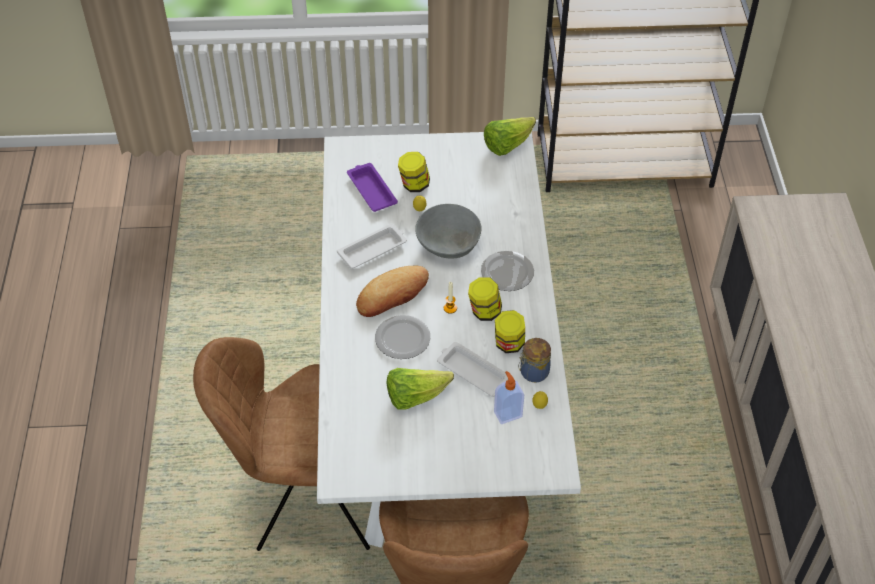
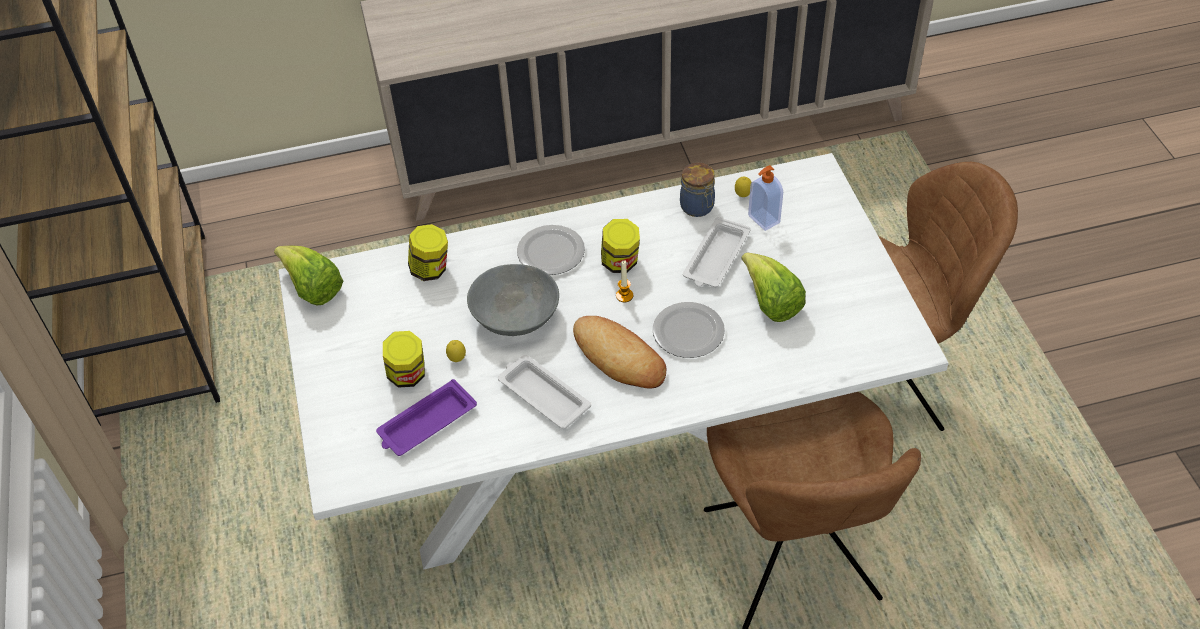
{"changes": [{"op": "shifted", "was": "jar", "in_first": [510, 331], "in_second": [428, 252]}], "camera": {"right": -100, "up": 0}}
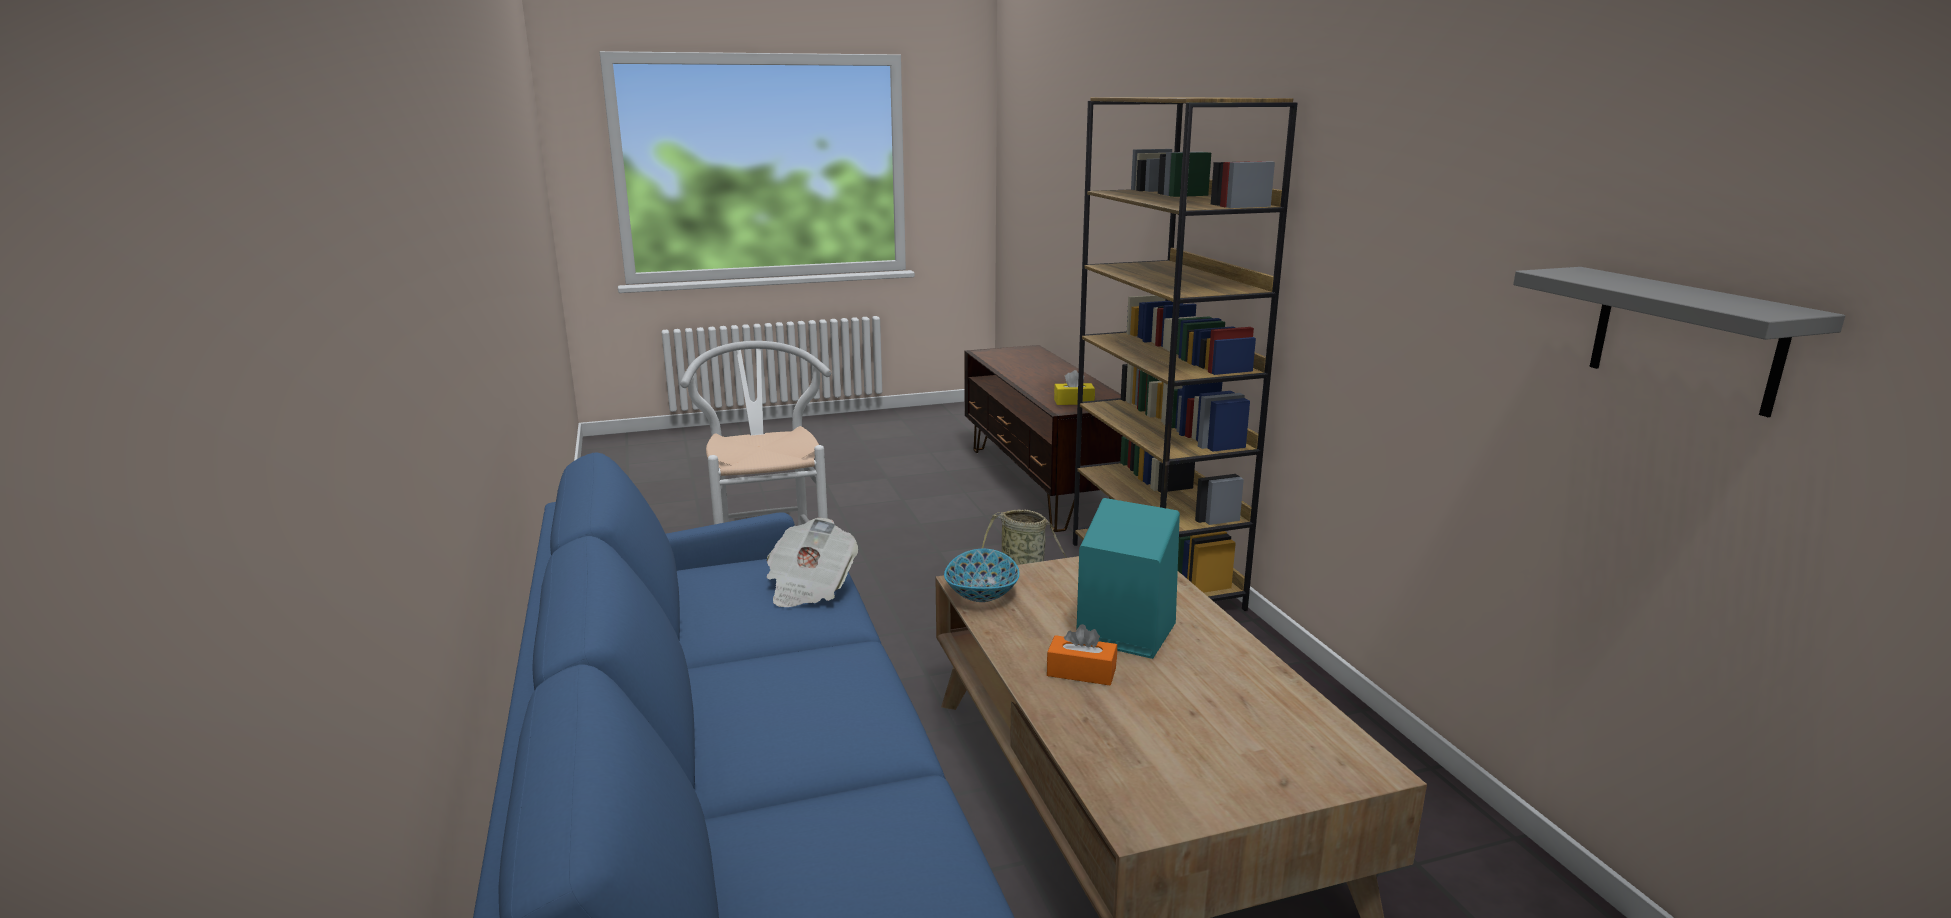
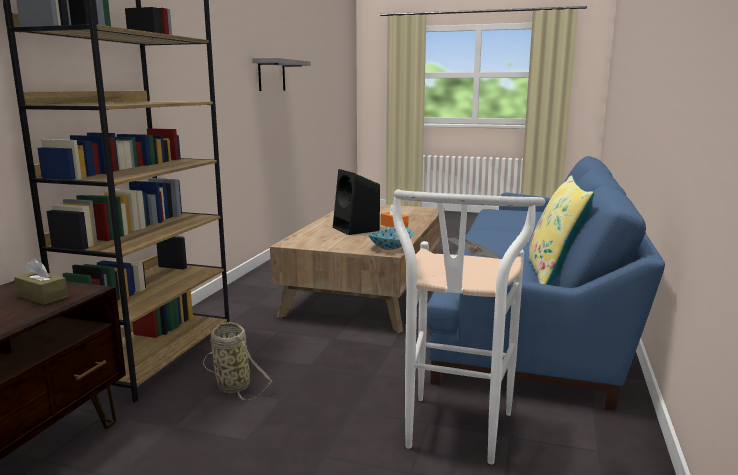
{"changes": [{"op": "repainted", "was": "yellowish tissue box", "now": "brown tissue box", "in_first": [1074, 387], "in_second": [41, 281]}, {"op": "repainted", "was": "blue-green speaker", "now": "blackish speaker", "in_first": [1128, 578], "in_second": [356, 202]}, {"op": "new", "now": "yellowish pillow", "in_second": [561, 230]}], "camera": {"right": -145, "up": -5}}
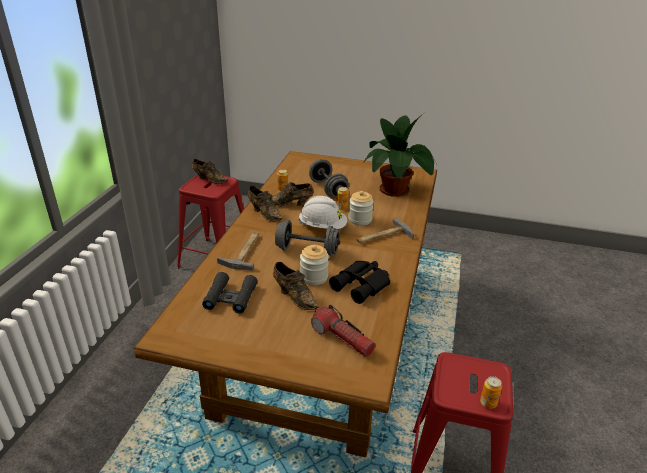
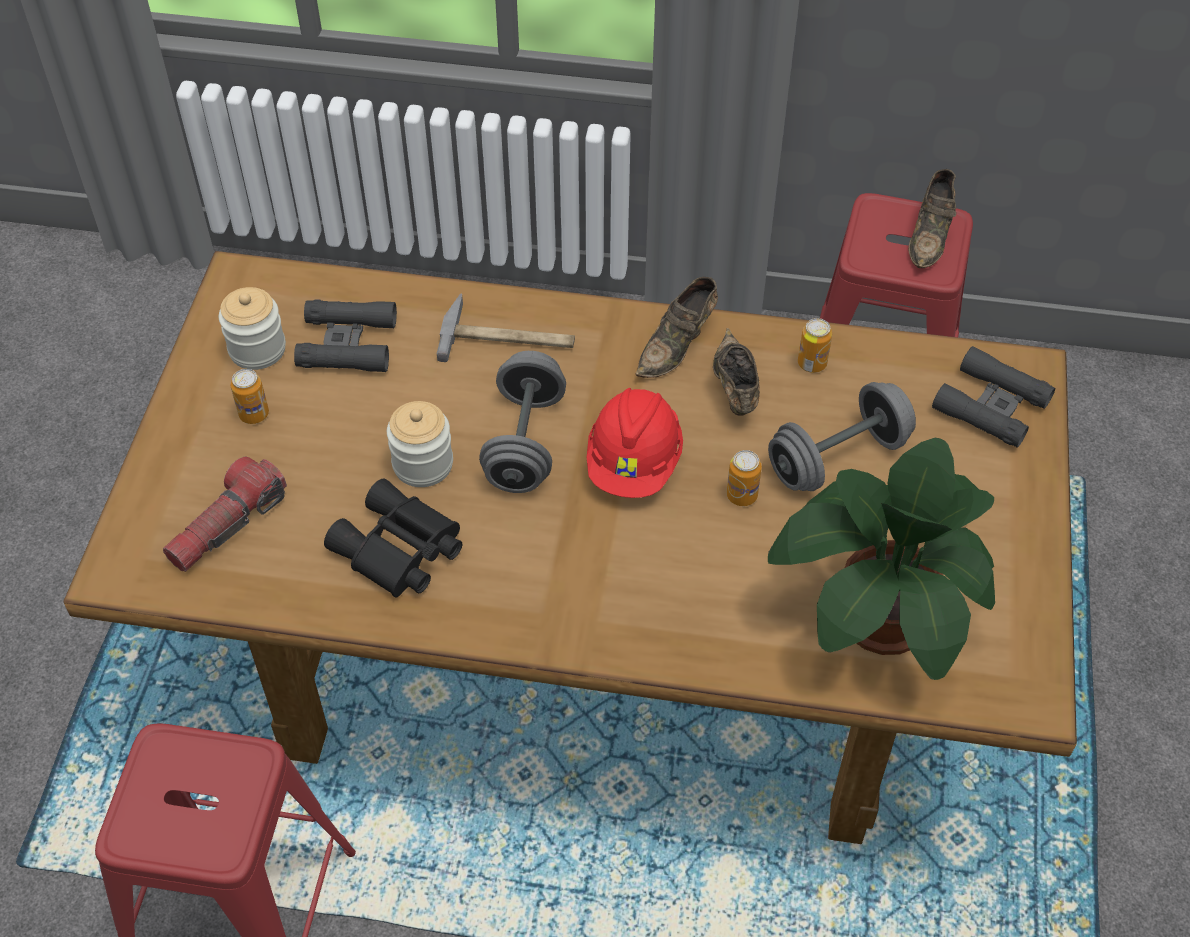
{"changes": [{"op": "shifted", "was": "jar", "in_first": [361, 208], "in_second": [252, 328]}, {"op": "shifted", "was": "sealed can", "in_first": [491, 392], "in_second": [250, 396]}, {"op": "repainted", "was": "whitish work helmet", "now": "reddish work helmet", "in_first": [322, 212], "in_second": [635, 443]}, {"op": "new", "now": "blackish binoculars", "in_second": [993, 397]}, {"op": "gone", "was": "brown shoe", "in_first": [296, 286]}, {"op": "gone", "was": "tool hammer", "in_first": [385, 230]}], "camera": {"right": 85, "up": 20}}
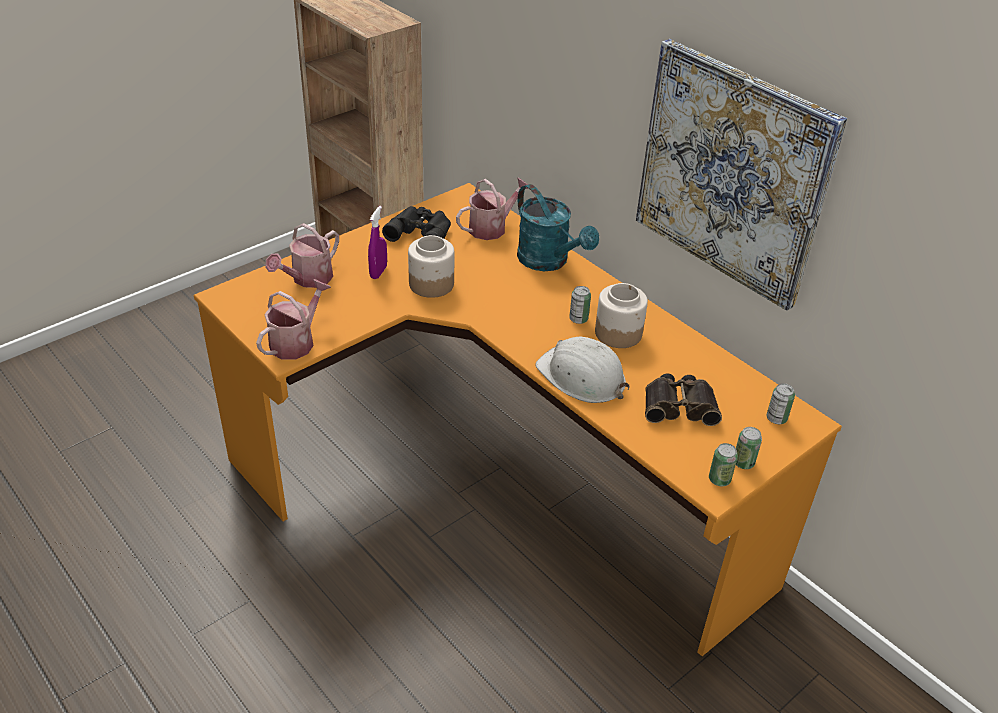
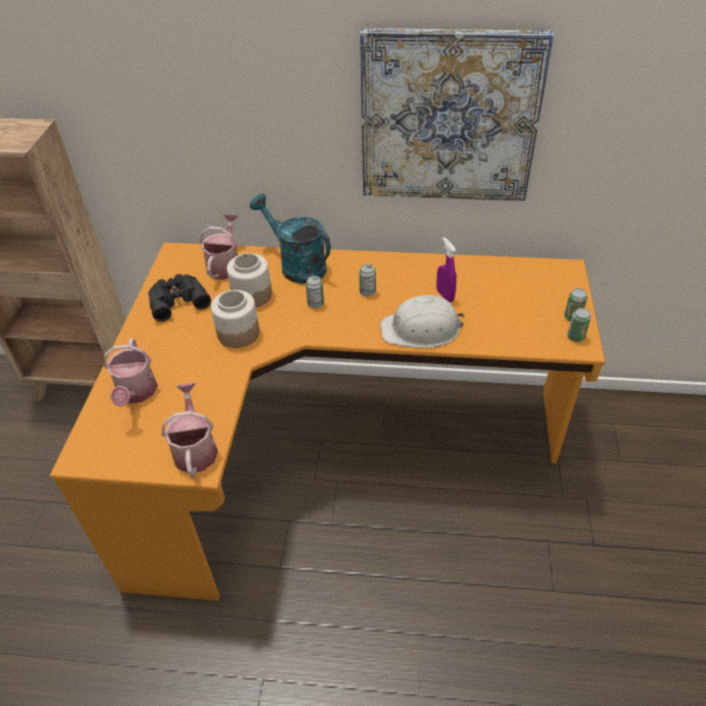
{"changes": [{"op": "shifted", "was": "jar", "in_first": [621, 315], "in_second": [249, 280]}, {"op": "rotated", "was": "blue-green watering pot", "in_first": [558, 227], "in_second": [290, 239], "clockwise": -150}, {"op": "shifted", "was": "sealed can", "in_first": [781, 403], "in_second": [315, 292]}, {"op": "shifted", "was": "purplish sprayer", "in_first": [377, 242], "in_second": [446, 269]}, {"op": "gone", "was": "binoculars", "in_first": [683, 400]}], "camera": {"right": -40, "up": 5}}
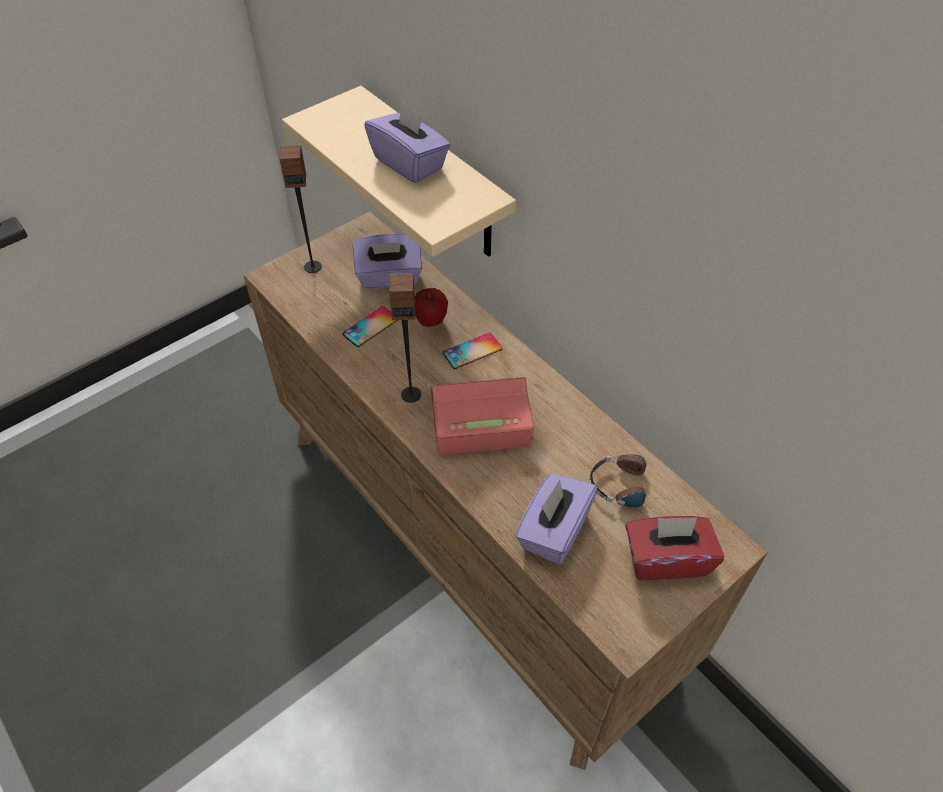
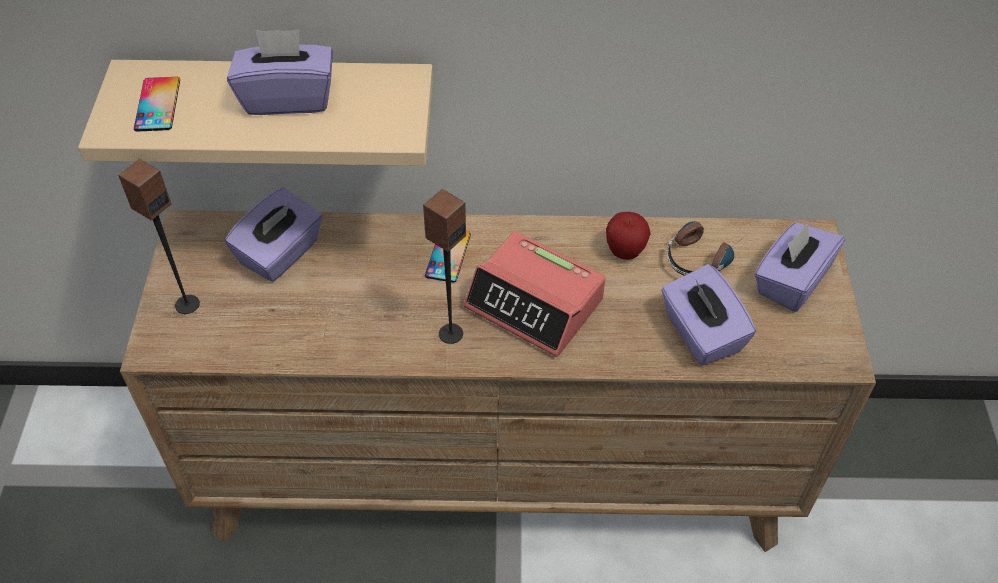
{"changes": [{"op": "shifted", "was": "handset", "in_first": [370, 326], "in_second": [157, 104]}, {"op": "rotated", "was": "alarm clock", "in_first": [482, 416], "in_second": [535, 294], "clockwise": -90}, {"op": "shifted", "was": "apple", "in_first": [431, 307], "in_second": [628, 236]}, {"op": "repainted", "was": "reddish tissue box", "now": "purplish tissue box", "in_first": [674, 548], "in_second": [799, 266]}], "camera": {"right": -50, "up": 0}}
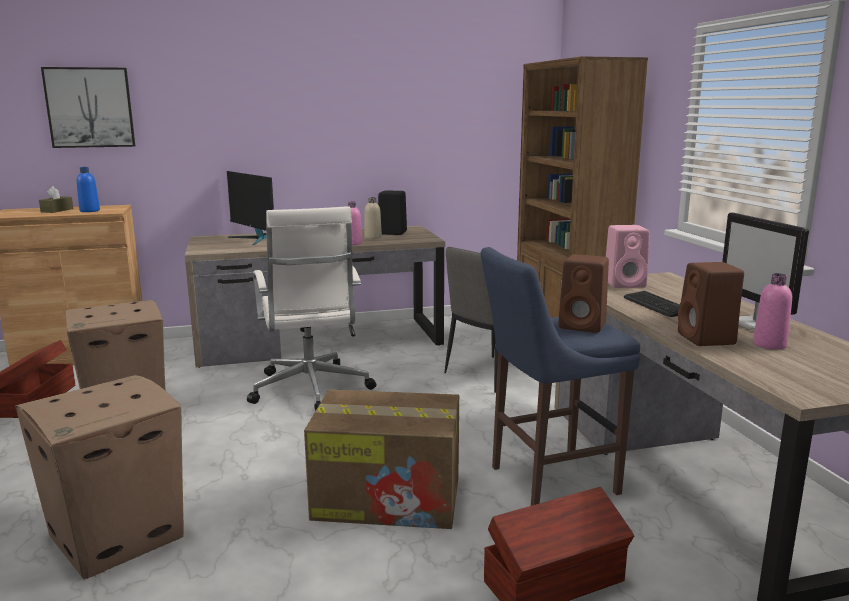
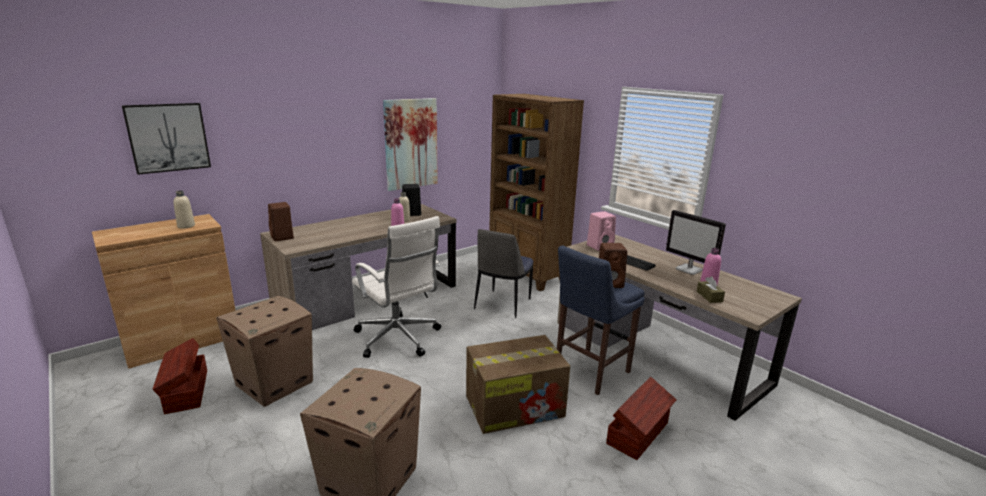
{"changes": [{"op": "repainted", "was": "blue drink bottle", "now": "sand-coloured drink bottle", "in_first": [88, 189], "in_second": [184, 209]}, {"op": "shifted", "was": "brown speaker", "in_first": [711, 304], "in_second": [281, 221]}, {"op": "new", "now": "picture", "in_second": [410, 144]}, {"op": "shifted", "was": "brown tissue box", "in_first": [56, 199], "in_second": [711, 289]}, {"op": "gone", "was": "monitor", "in_first": [250, 208]}], "camera": {"right": -25, "up": 5}}
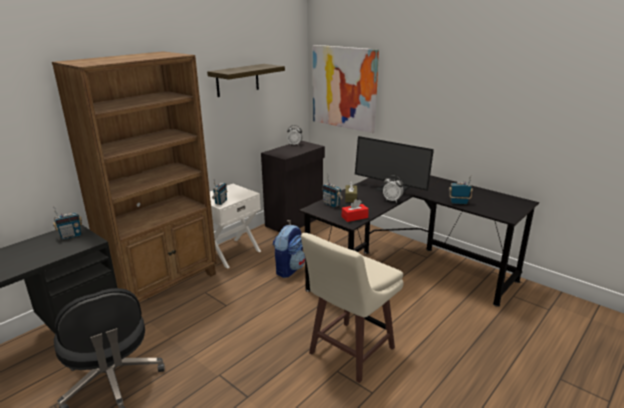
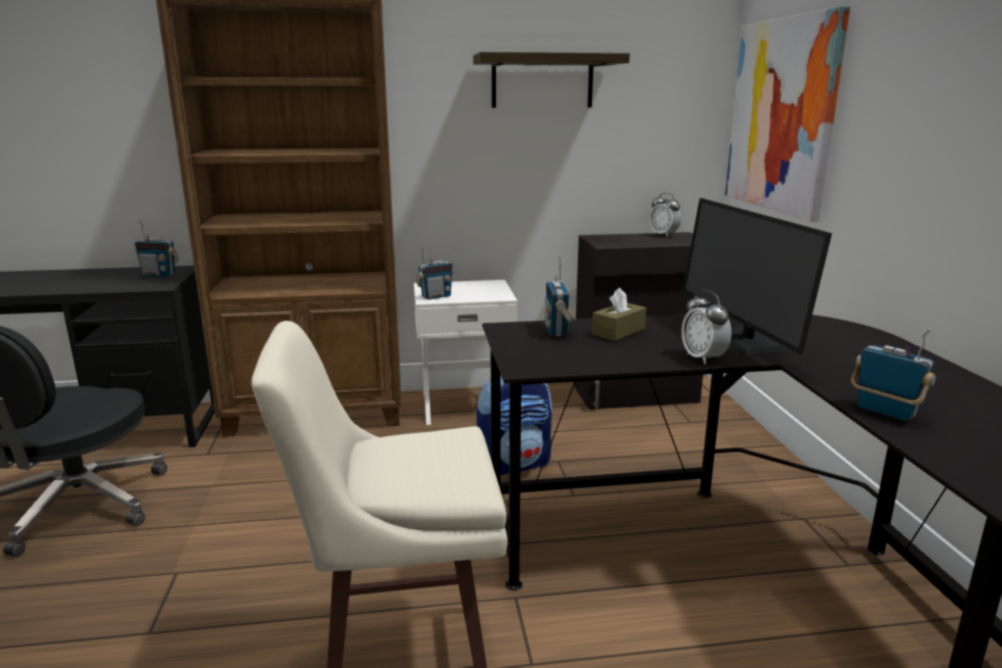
{"changes": [{"op": "gone", "was": "reddish tissue box", "in_first": [355, 210]}], "camera": {"right": 40, "up": -5}}
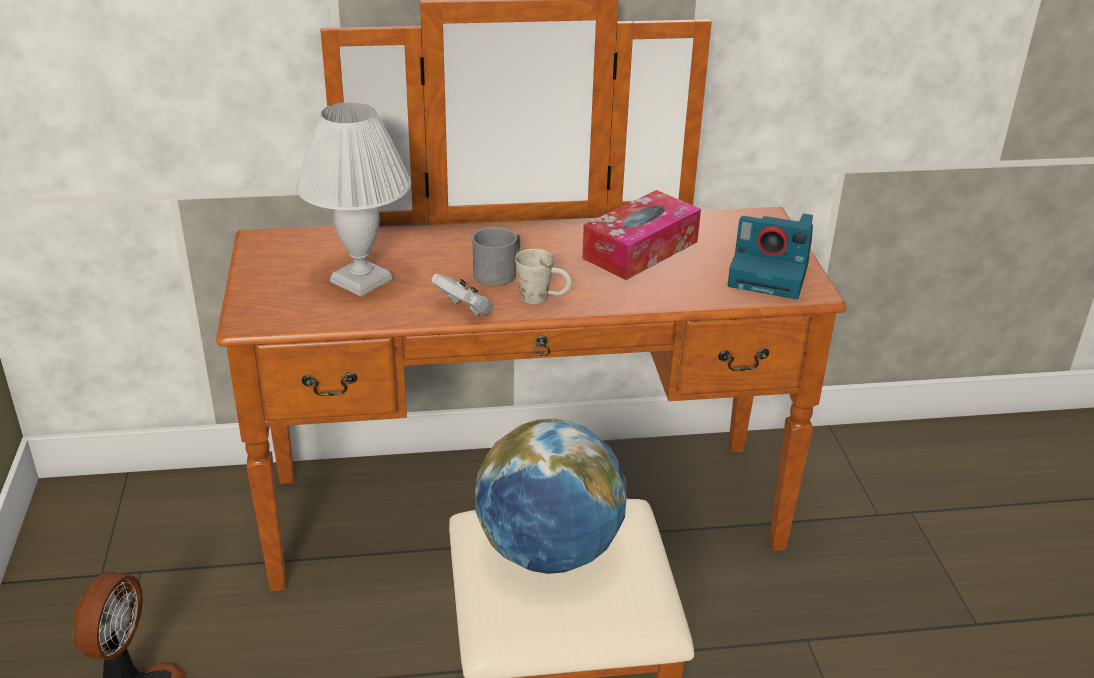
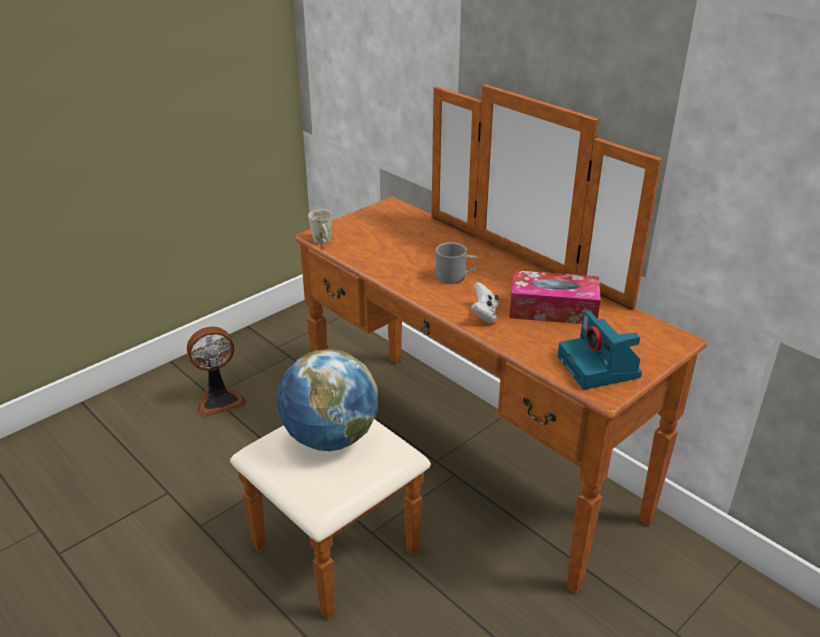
{"changes": [{"op": "shifted", "was": "whitish mug", "in_first": [543, 276], "in_second": [320, 226]}, {"op": "shifted", "was": "whitish game controller", "in_first": [462, 294], "in_second": [485, 302]}, {"op": "gone", "was": "whitish lamp for a table", "in_first": [353, 199]}], "camera": {"right": 55, "up": 0}}
